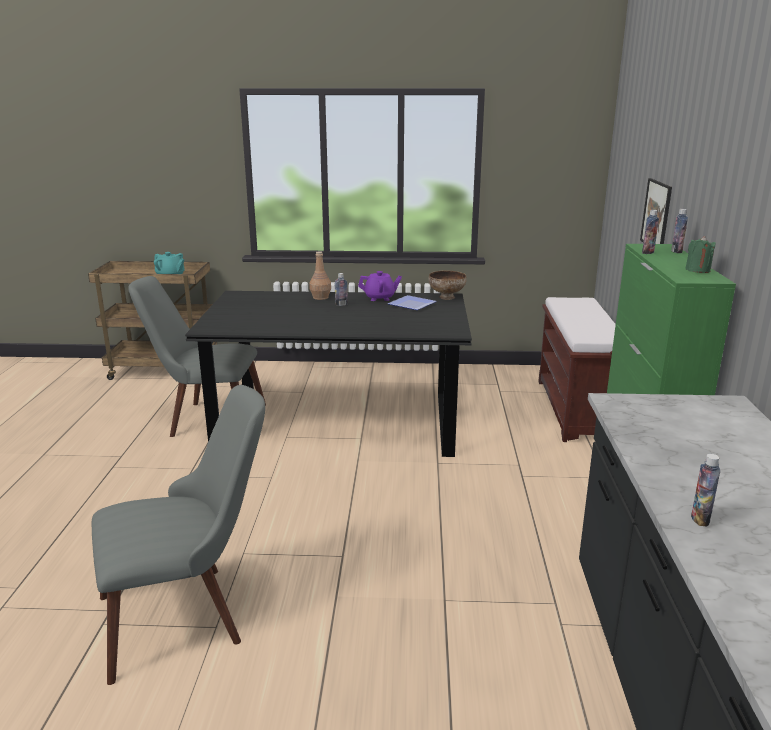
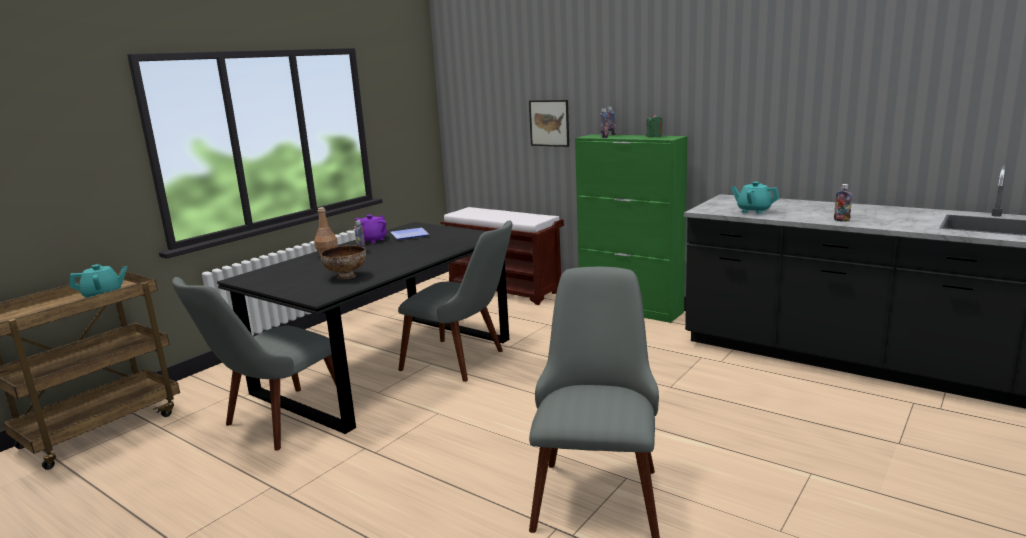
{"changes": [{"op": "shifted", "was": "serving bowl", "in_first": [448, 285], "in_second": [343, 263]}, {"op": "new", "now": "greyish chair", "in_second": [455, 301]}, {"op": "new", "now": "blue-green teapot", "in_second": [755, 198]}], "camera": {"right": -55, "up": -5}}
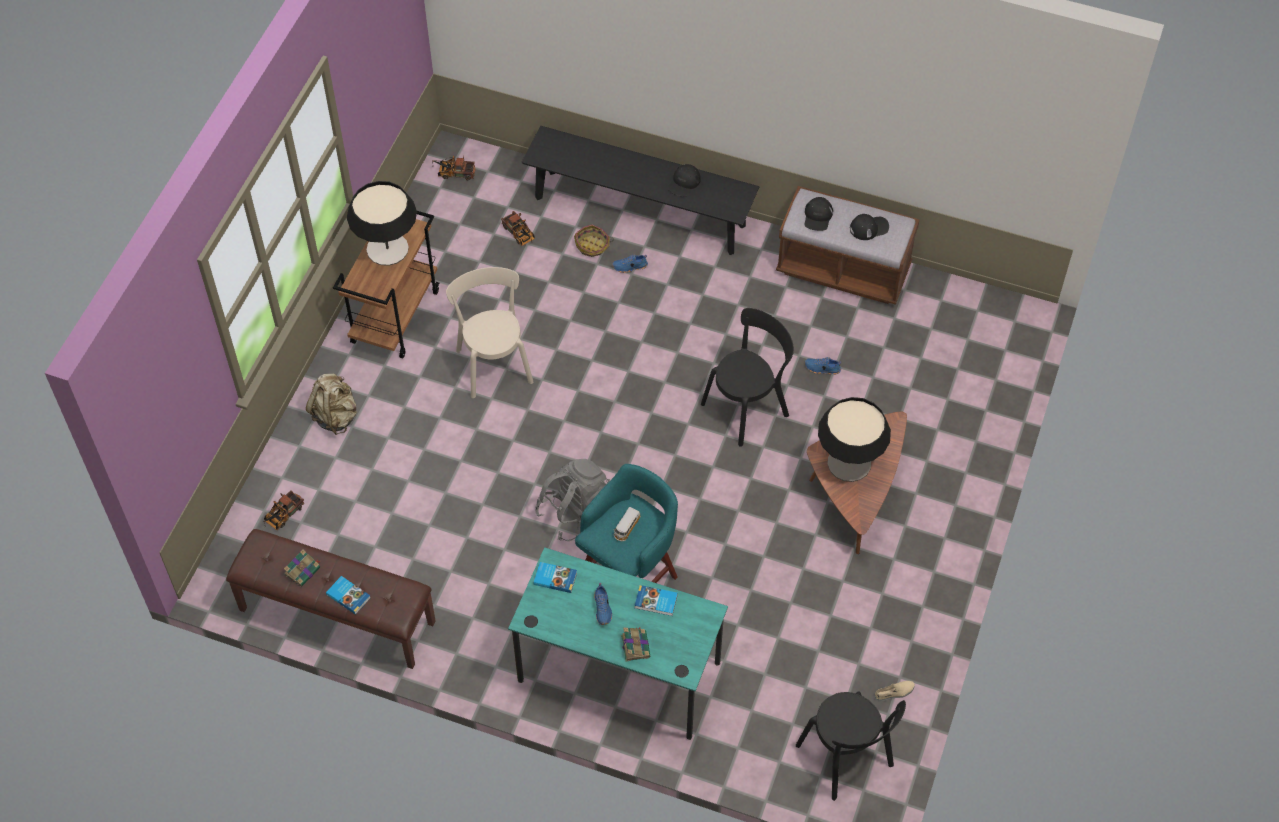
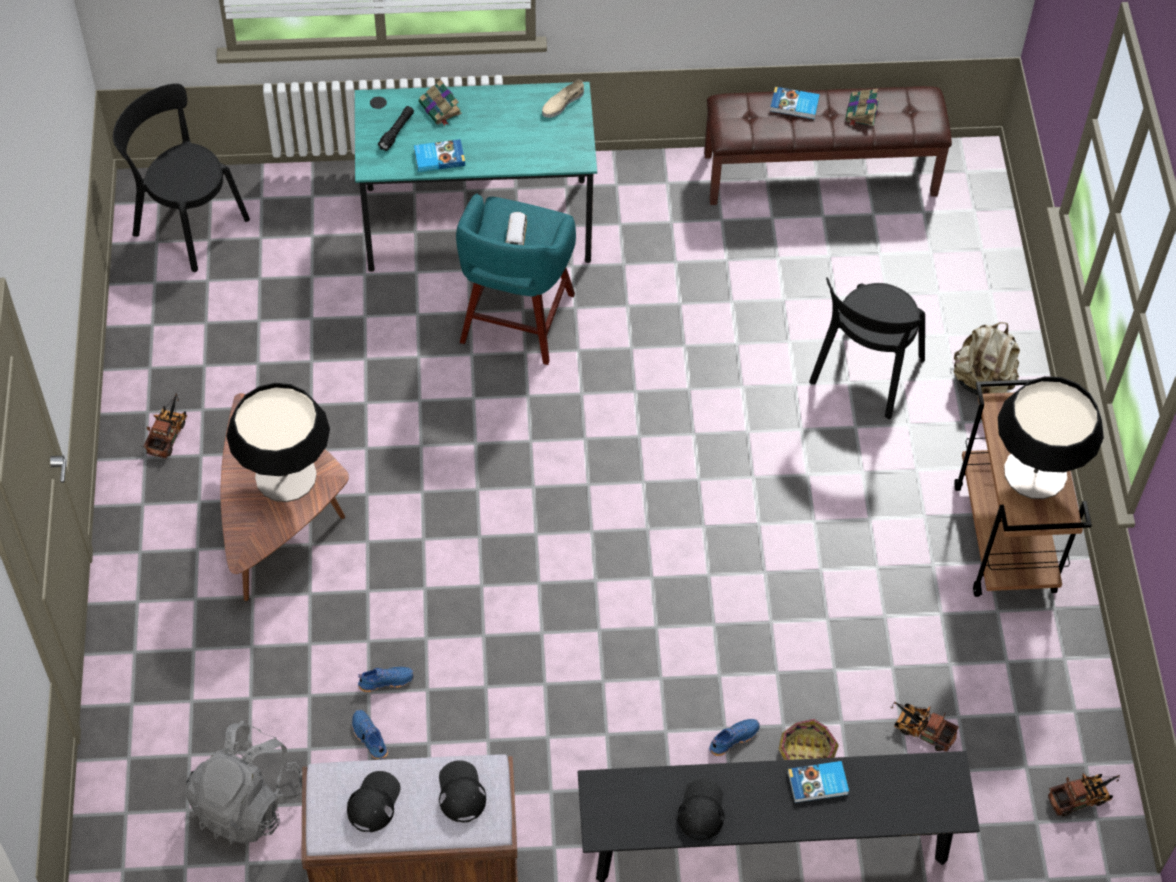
{"changes": [{"op": "shifted", "was": "model truck", "in_first": [284, 510], "in_second": [165, 426]}, {"op": "shifted", "was": "greyish knapsack", "in_first": [572, 500], "in_second": [244, 782]}, {"op": "rotated", "was": "blackish baseball cap", "in_first": [869, 227], "in_second": [374, 801], "clockwise": 150}, {"op": "shifted", "was": "blue shoe", "in_first": [603, 604], "in_second": [370, 735]}, {"op": "new", "now": "blackish hand torch", "in_second": [396, 128]}, {"op": "shifted", "was": "sand-coloured shoe", "in_first": [894, 691], "in_second": [563, 98]}, {"op": "shifted", "was": "bound book", "in_first": [555, 577], "in_second": [818, 782]}, {"op": "shifted", "was": "blackish chair", "in_first": [747, 377], "in_second": [867, 348]}, {"op": "gone", "was": "sand-coloured chair", "in_first": [489, 332]}], "camera": {"right": 155, "up": 0}}
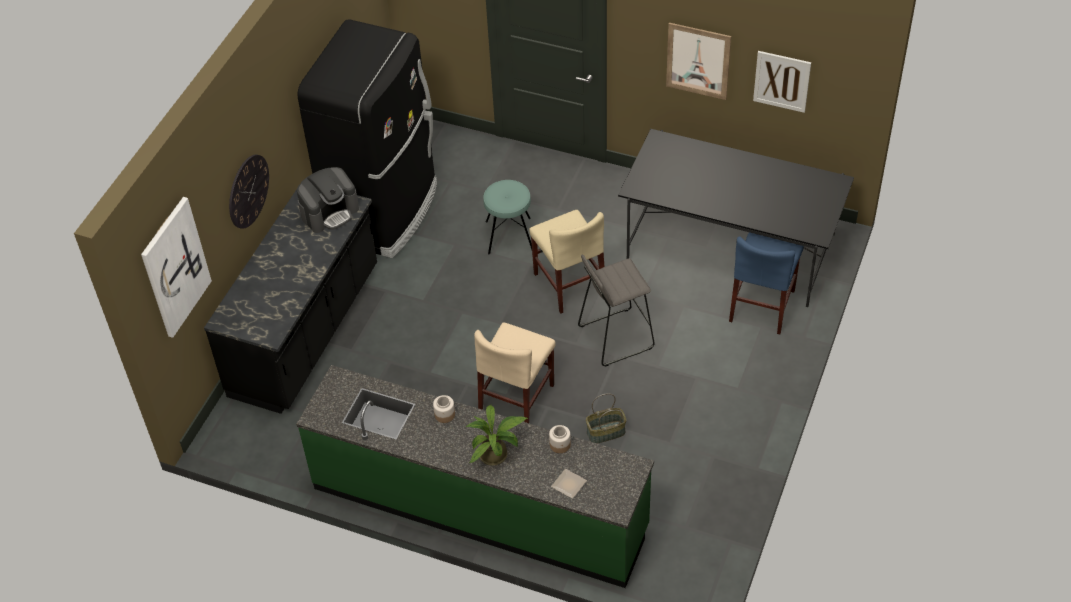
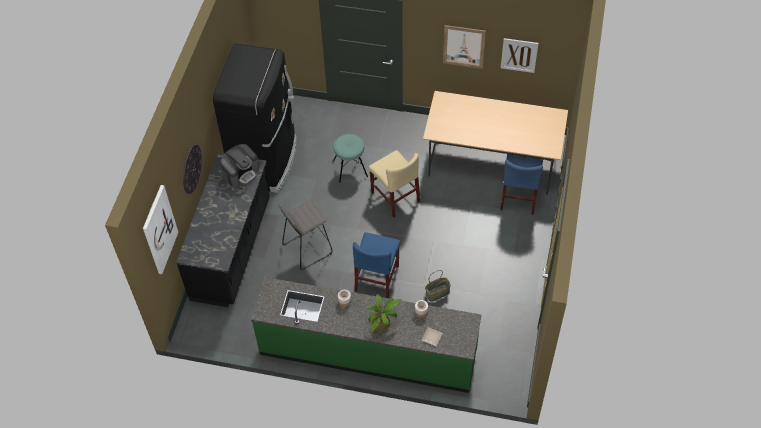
{"changes": [{"op": "shifted", "was": "greyish stool seat", "in_first": [616, 310], "in_second": [306, 235]}, {"op": "repainted", "was": "sand-coloured chair", "now": "blue chair", "in_first": [515, 373], "in_second": [377, 265]}, {"op": "repainted", "was": "blackish kitchen table", "now": "sand-coloured kitchen table", "in_first": [736, 218], "in_second": [495, 143]}], "camera": {"right": -10, "up": 5}}
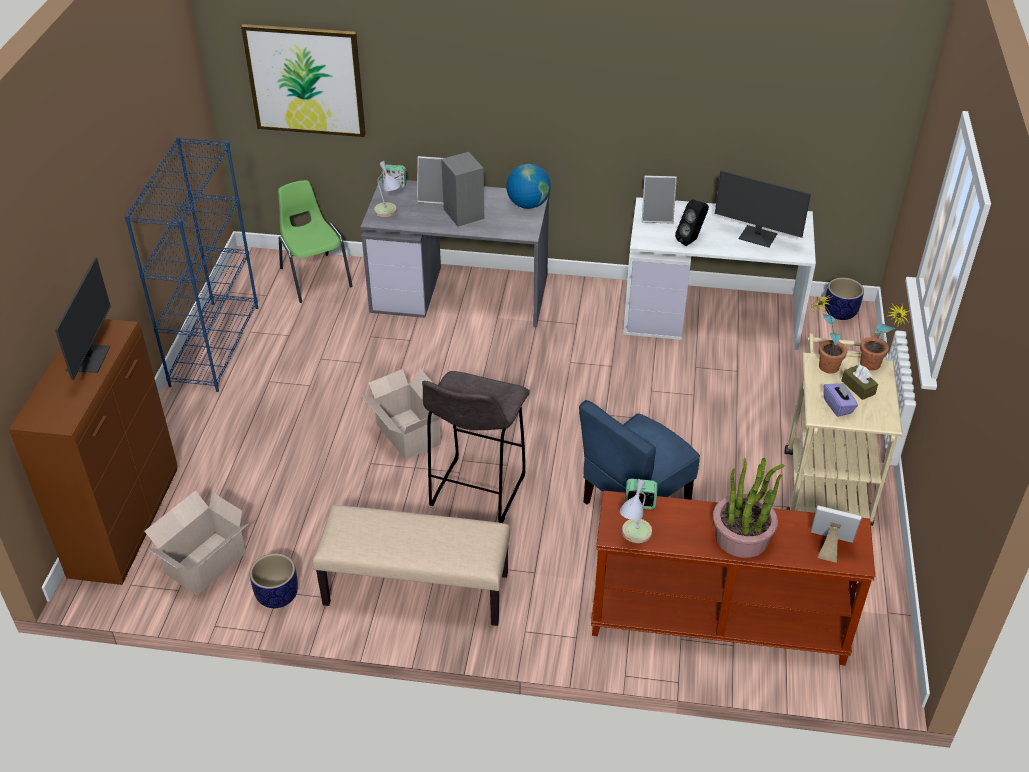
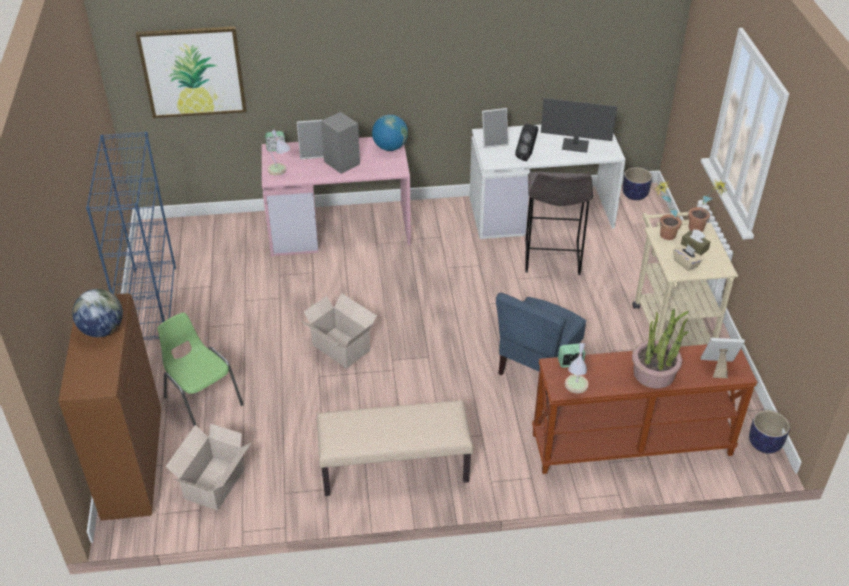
{"changes": [{"op": "swapped", "was": "monitor", "now": "world globe", "in_first": [83, 318], "in_second": [97, 313]}, {"op": "shifted", "was": "greenish chair", "in_first": [315, 241], "in_second": [200, 369]}, {"op": "repainted", "was": "greyish desk table", "now": "pinkish desk table", "in_first": [455, 252], "in_second": [336, 196]}, {"op": "shifted", "was": "greyish stool seat", "in_first": [476, 447], "in_second": [559, 223]}, {"op": "repainted", "was": "purplish tissue box", "now": "sand-coloured tissue box", "in_first": [841, 399], "in_second": [687, 257]}, {"op": "shifted", "was": "plant pot", "in_first": [274, 580], "in_second": [769, 431]}], "camera": {"right": -15, "up": 0}}
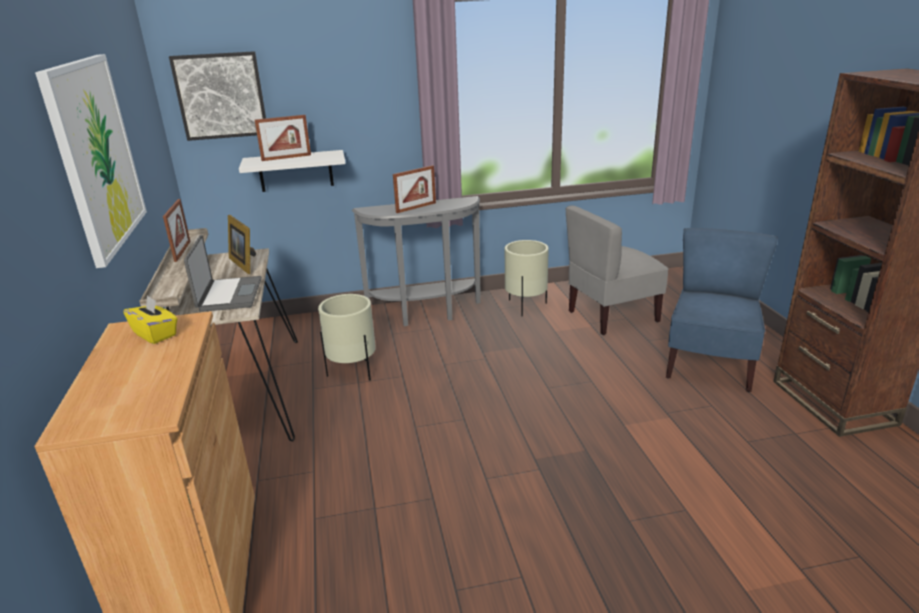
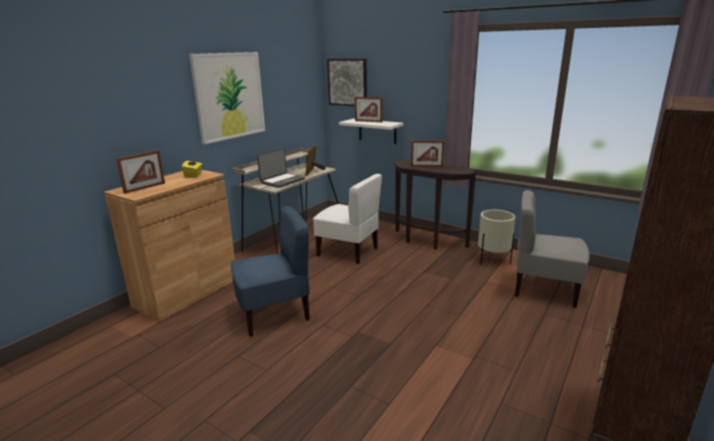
{"changes": [{"op": "shifted", "was": "photo frame", "in_first": [177, 230], "in_second": [140, 172]}, {"op": "shifted", "was": "blue chair", "in_first": [722, 310], "in_second": [270, 271]}, {"op": "swapped", "was": "sand-coloured plant pot", "now": "whitish chair", "in_first": [347, 337], "in_second": [347, 219]}, {"op": "repainted", "was": "greyish console table", "now": "brown console table", "in_first": [416, 261], "in_second": [436, 204]}], "camera": {"right": 45, "up": -5}}
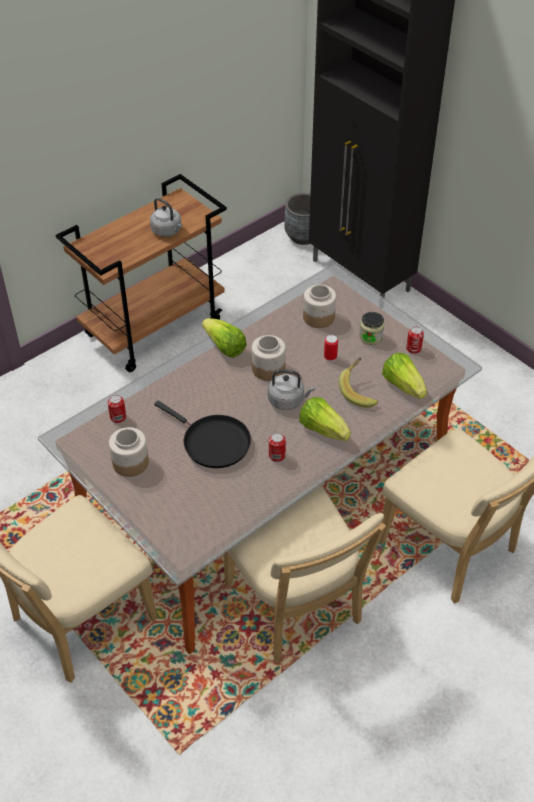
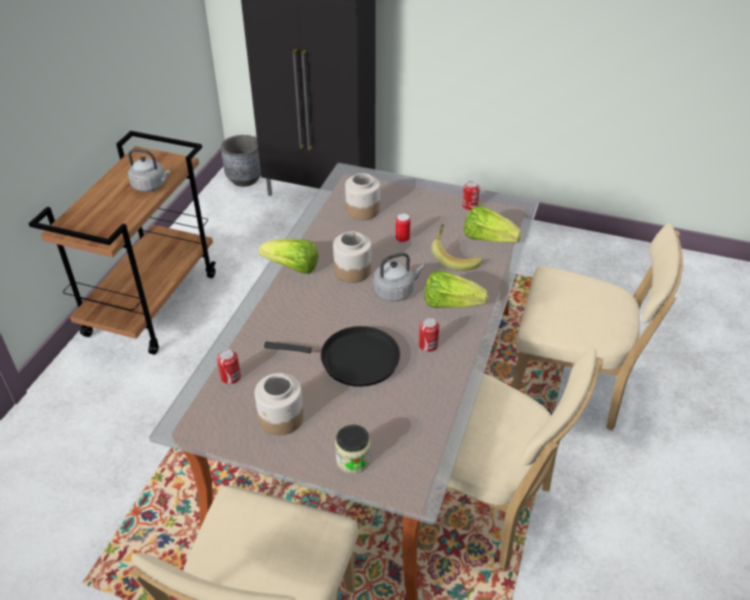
{"changes": [{"op": "shifted", "was": "jar", "in_first": [372, 328], "in_second": [353, 449]}], "camera": {"right": -30, "up": -5}}
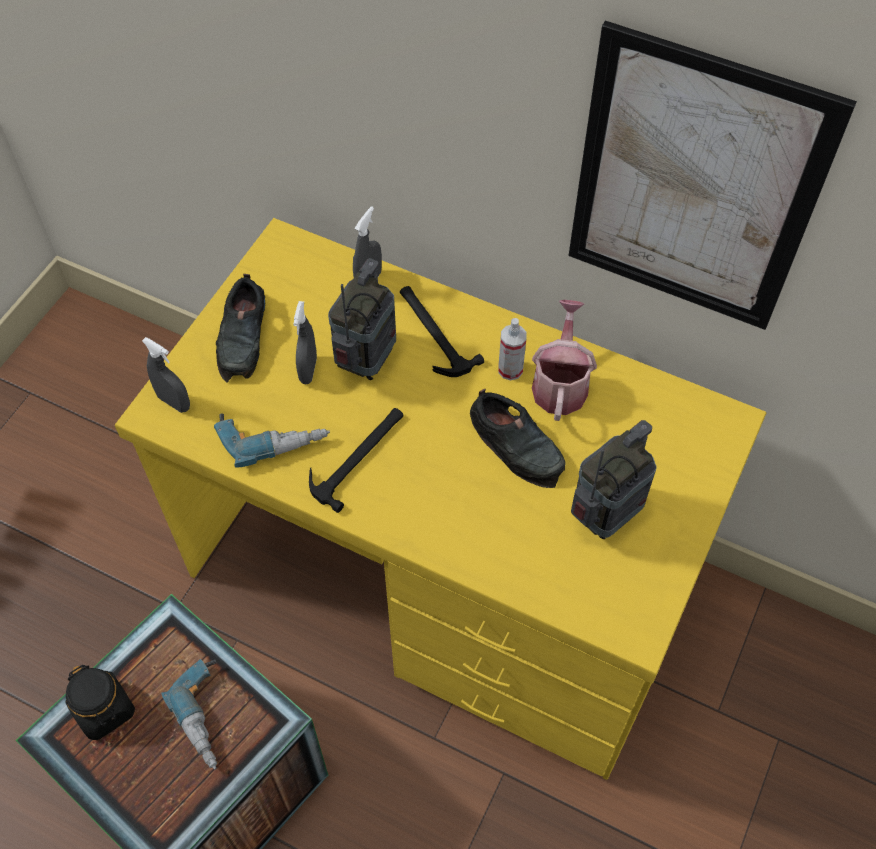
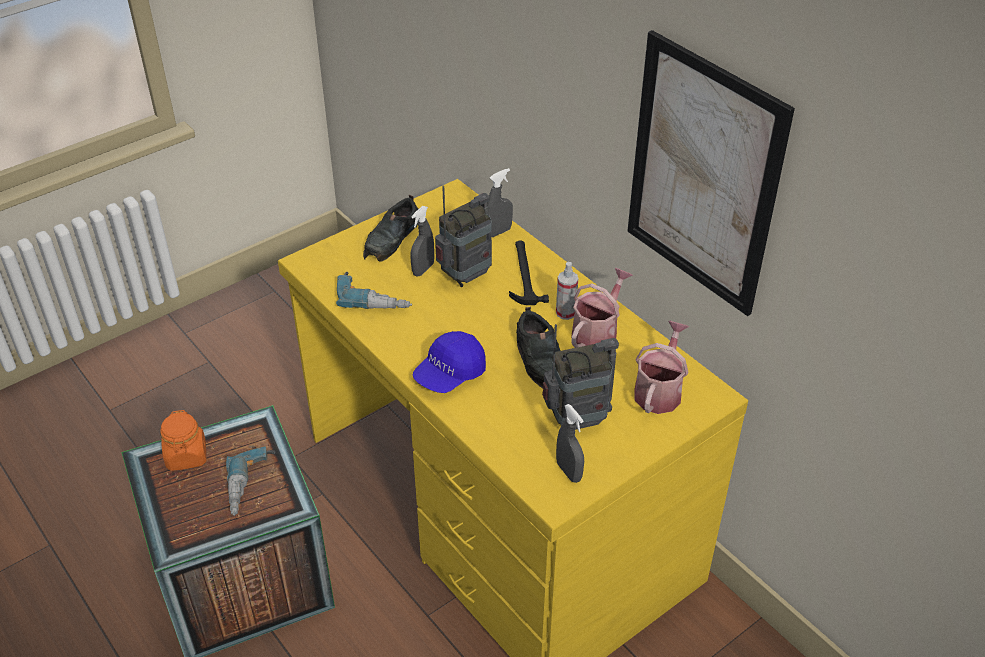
{"changes": [{"op": "repainted", "was": "blackish jar", "now": "orange-coloured jar", "in_first": [100, 702], "in_second": [183, 440]}, {"op": "new", "now": "blue baseball cap", "in_second": [449, 362]}, {"op": "shifted", "was": "greyish sprayer", "in_first": [166, 375], "in_second": [570, 443]}, {"op": "new", "now": "watering pot", "in_second": [661, 367]}, {"op": "gone", "was": "tool hammer", "in_first": [356, 460]}], "camera": {"right": 25, "up": -15}}
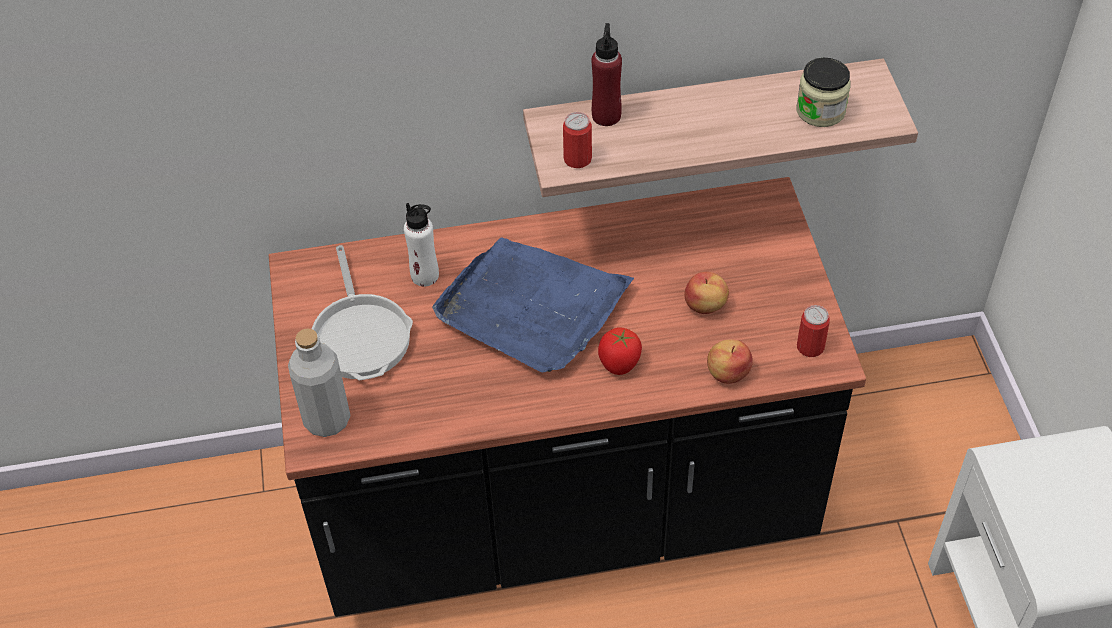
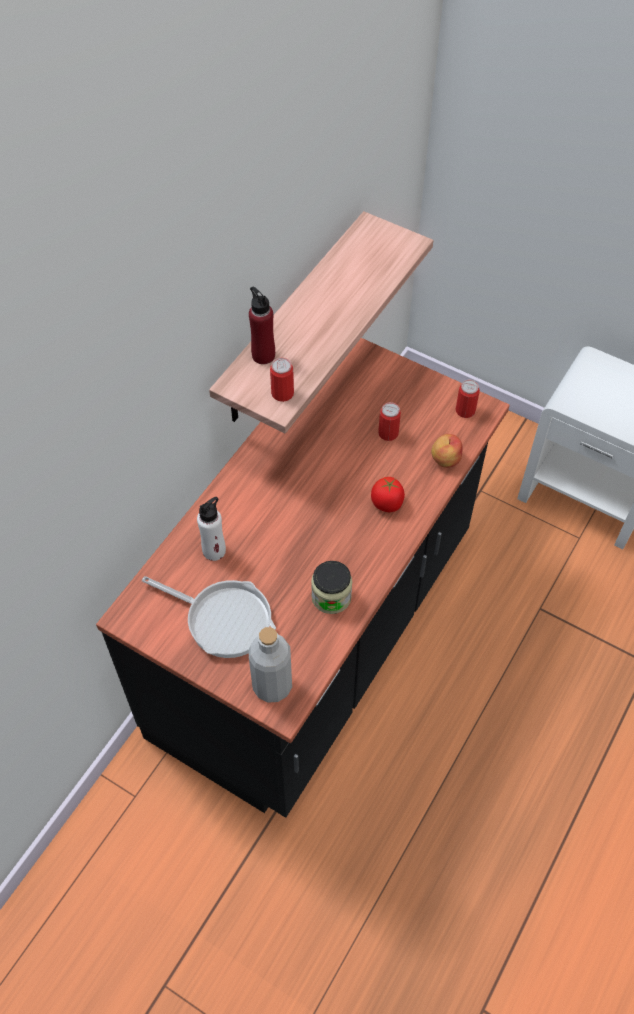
{"changes": [{"op": "shifted", "was": "jar", "in_first": [824, 92], "in_second": [331, 587]}, {"op": "swapped", "was": "apple", "now": "sealed can", "in_first": [706, 293], "in_second": [389, 421]}, {"op": "gone", "was": "blue serving tray", "in_first": [533, 304]}], "camera": {"right": -50, "up": 5}}
